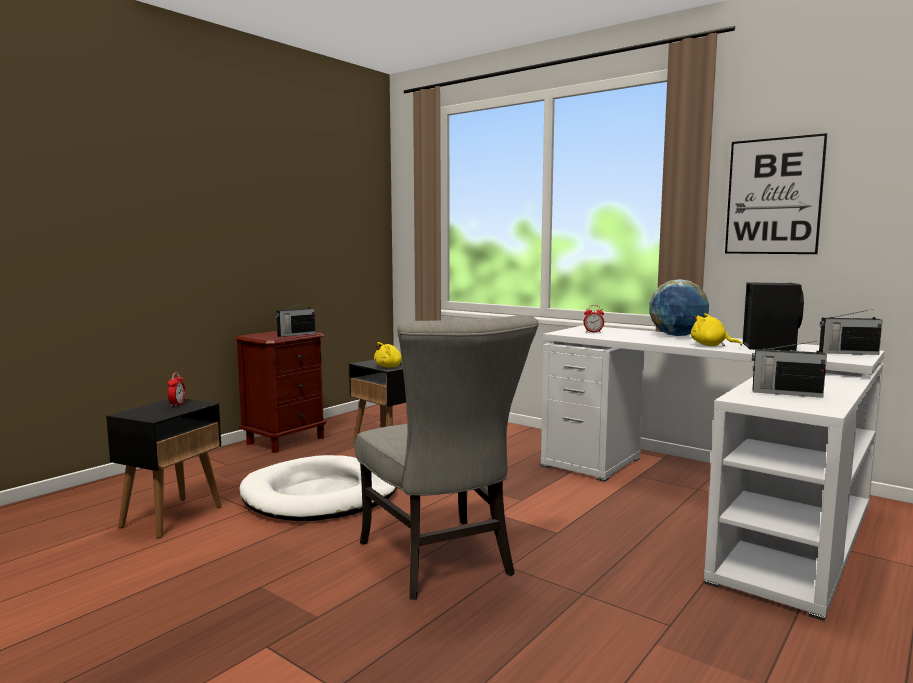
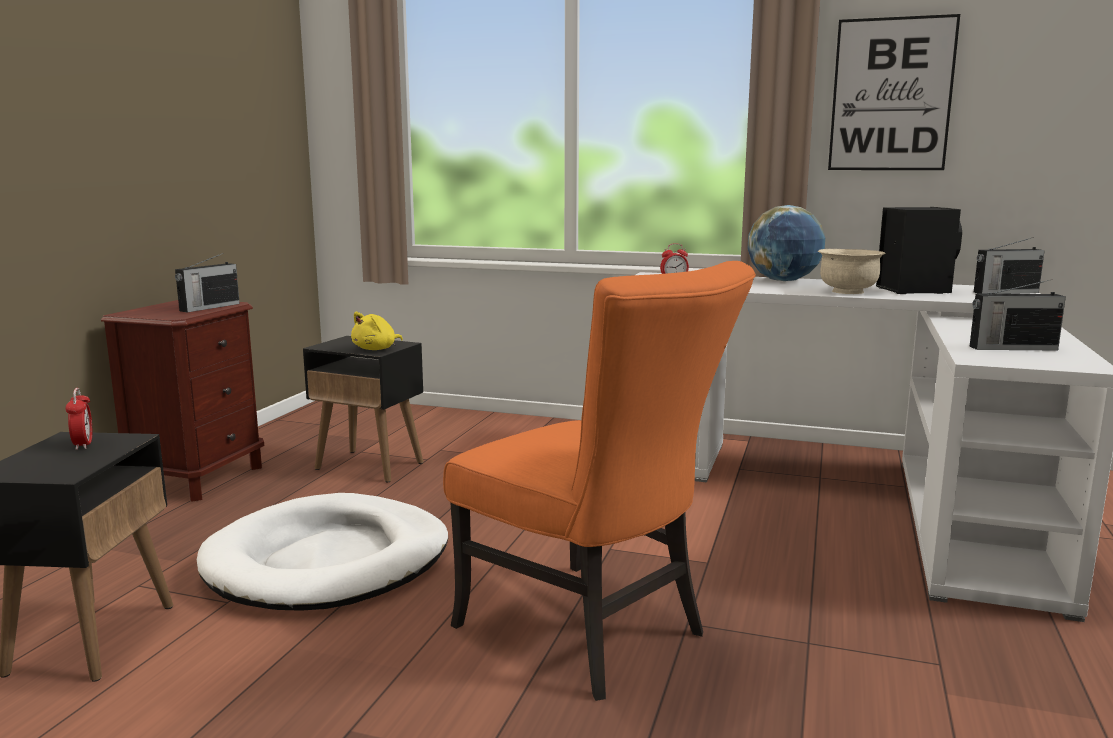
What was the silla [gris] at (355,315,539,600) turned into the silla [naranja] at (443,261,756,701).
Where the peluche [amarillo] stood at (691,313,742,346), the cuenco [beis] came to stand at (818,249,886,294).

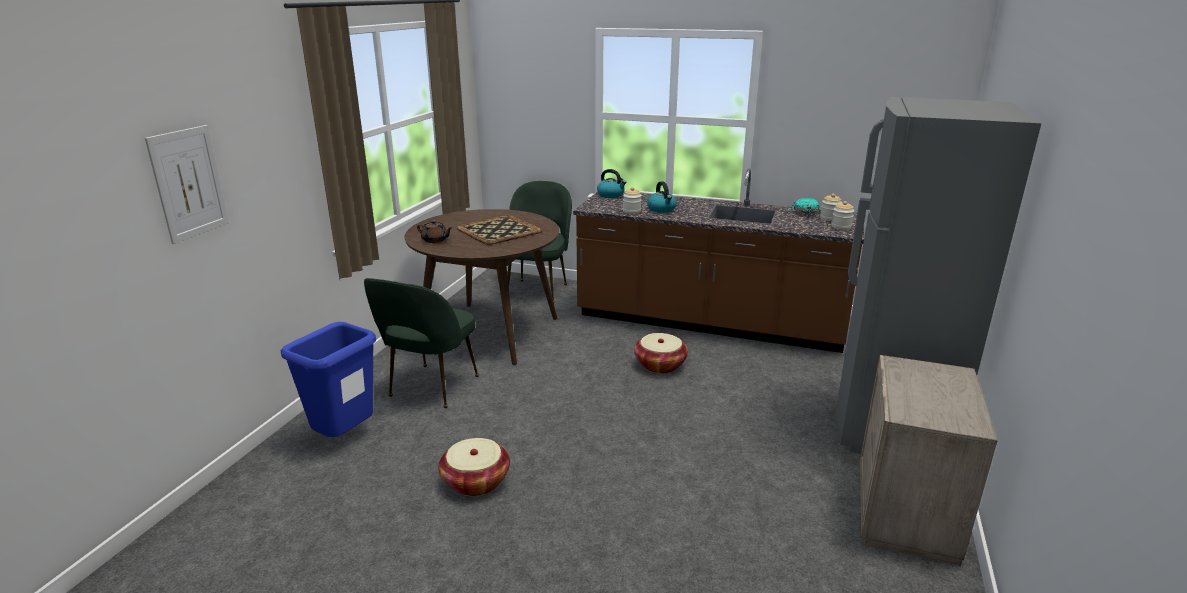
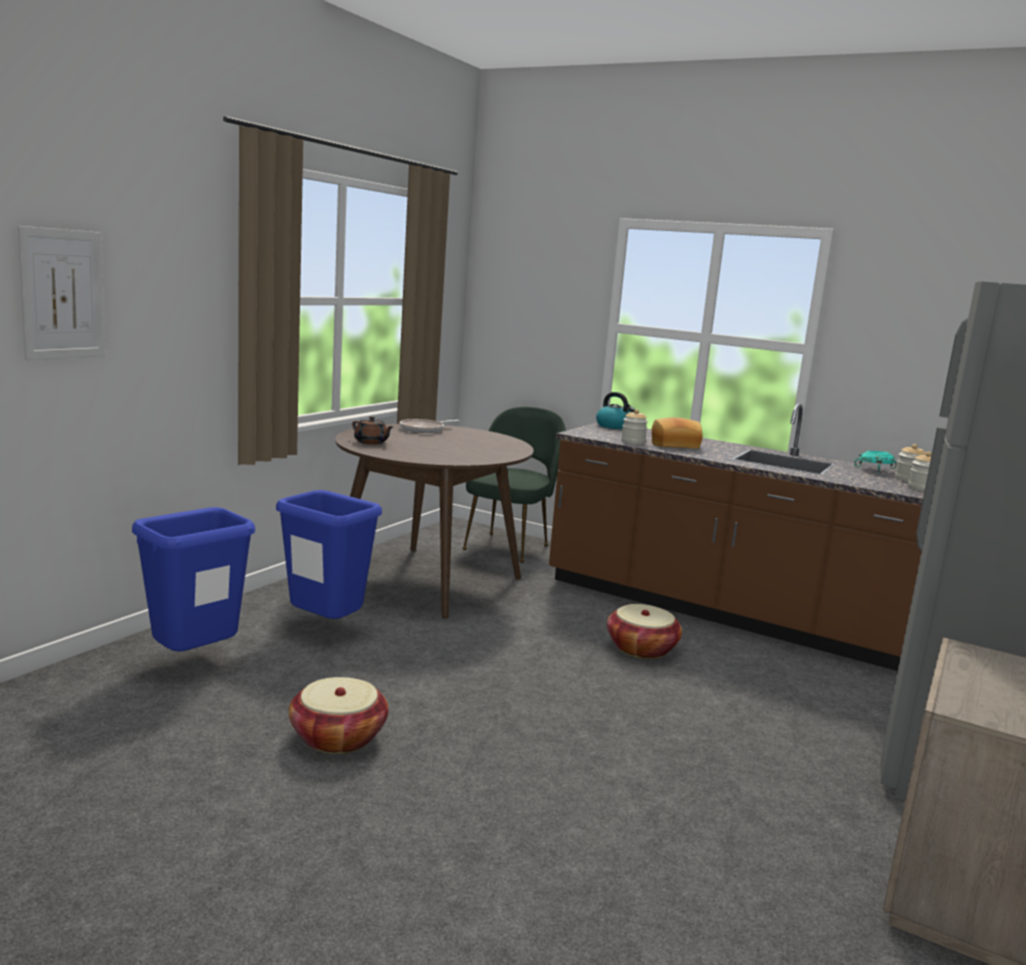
Where the silla [verde] stood at (364,278,479,408), the papelera [azul] came to stand at (276,490,382,619).
The second view gained the sartén at (400,419,460,433).
Where the hervidor stood at (647,181,677,213), the pan came to stand at (651,417,703,449).
The second view lost the bandeja at (456,215,542,245).

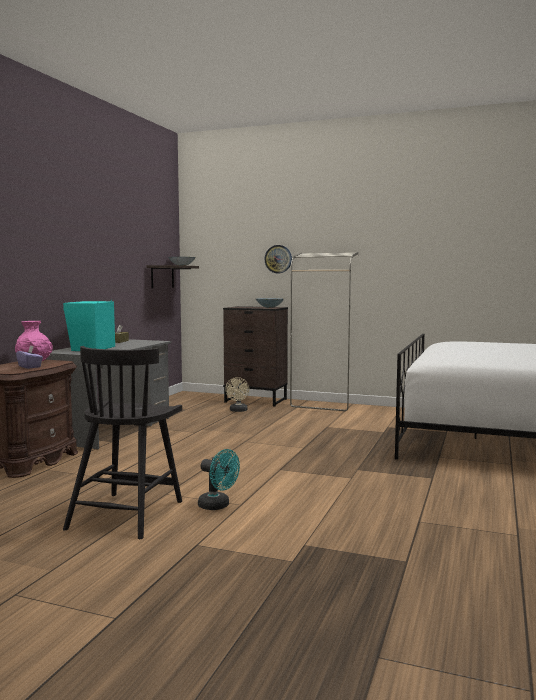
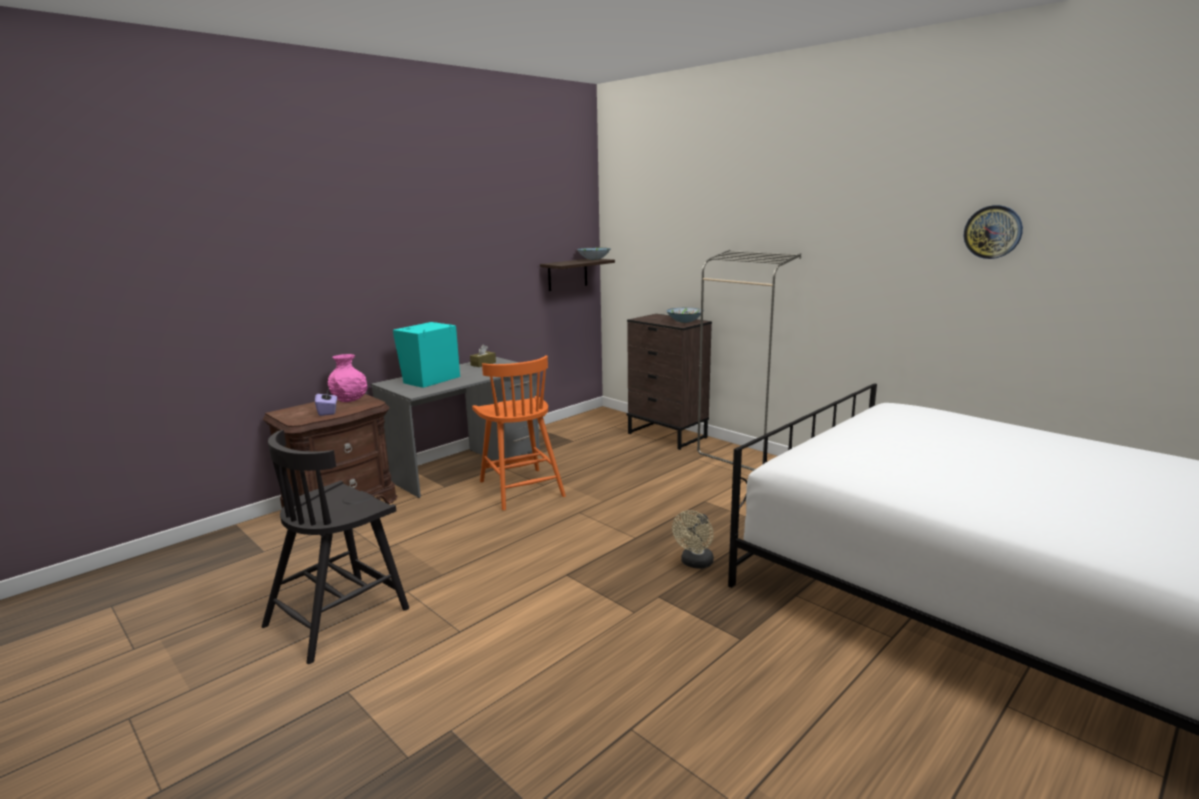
The second view gained the silla [naranja] at (472,355,566,510).
The ventilador [beis] ended up elsewhere, having gone from (225,377,249,412) to (672,510,714,569).
The reloj de pared ended up elsewhere, having gone from (265,245,292,273) to (964,205,1023,259).
The second view lost the ventilador [turquesa] at (198,449,240,510).

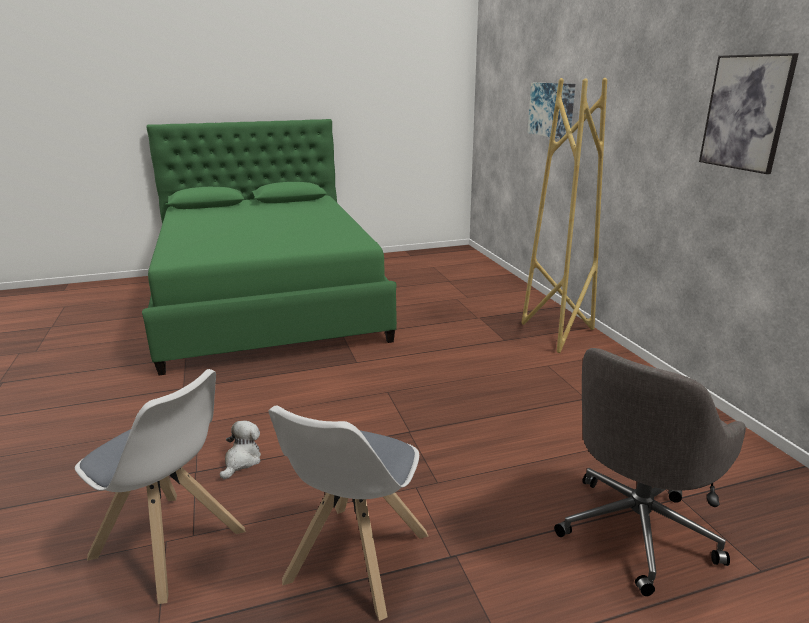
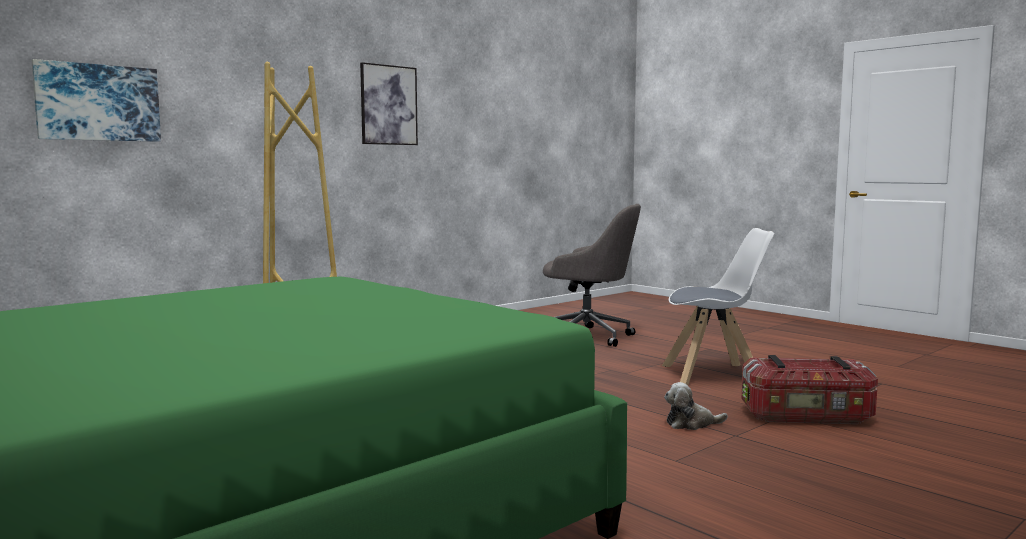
Where the silla stood at (75,369,246,604), the caja de almacenaje came to stand at (741,355,878,424).

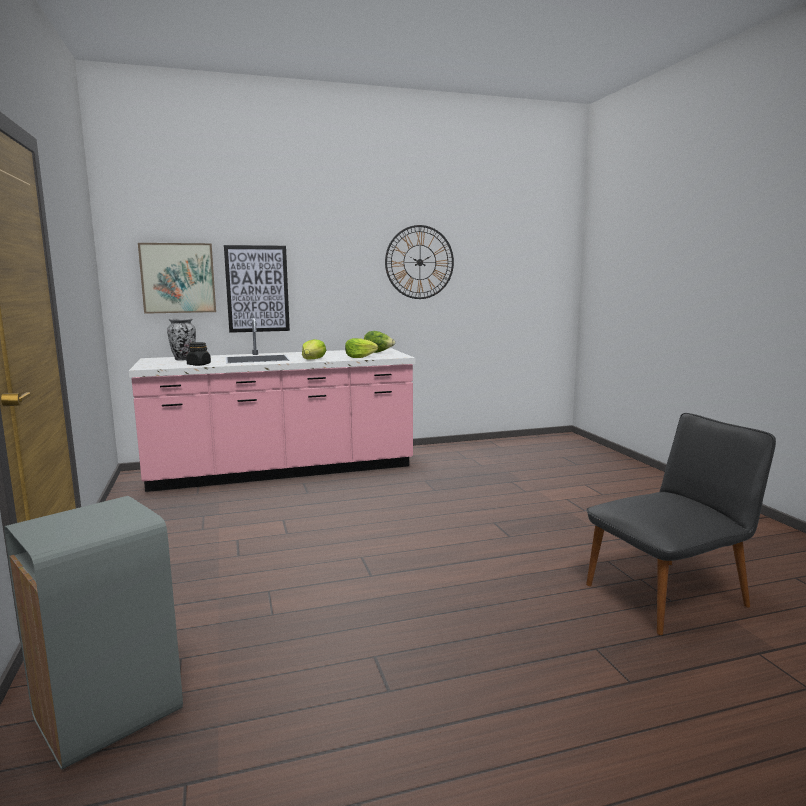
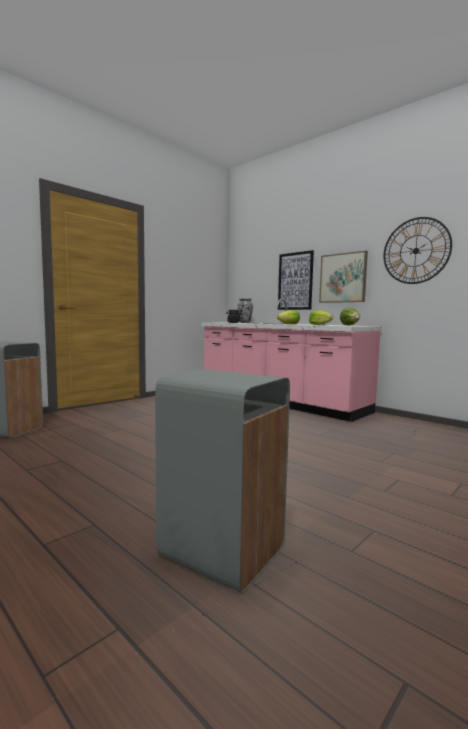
Where the silla [negro] stood at (586,413,776,635), the papelera [gris] came to stand at (155,369,290,593).
The cuadro ended up elsewhere, having gone from (138,243,216,314) to (319,251,368,303).

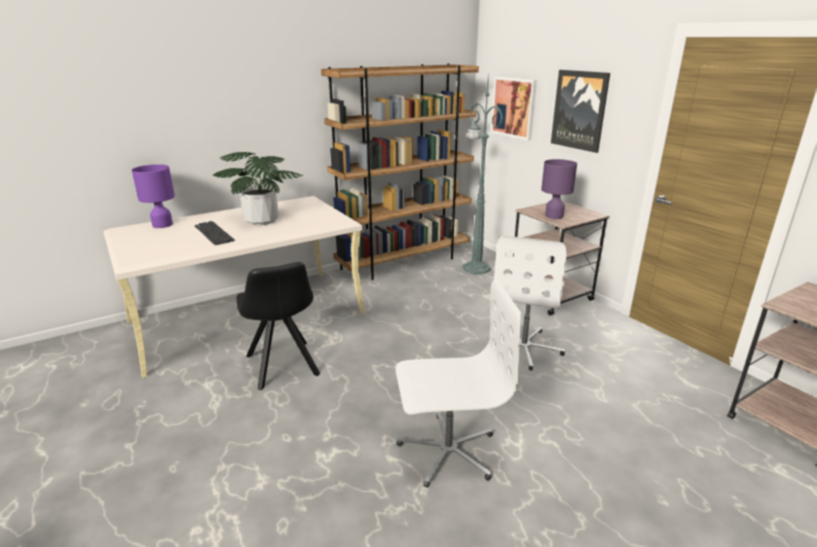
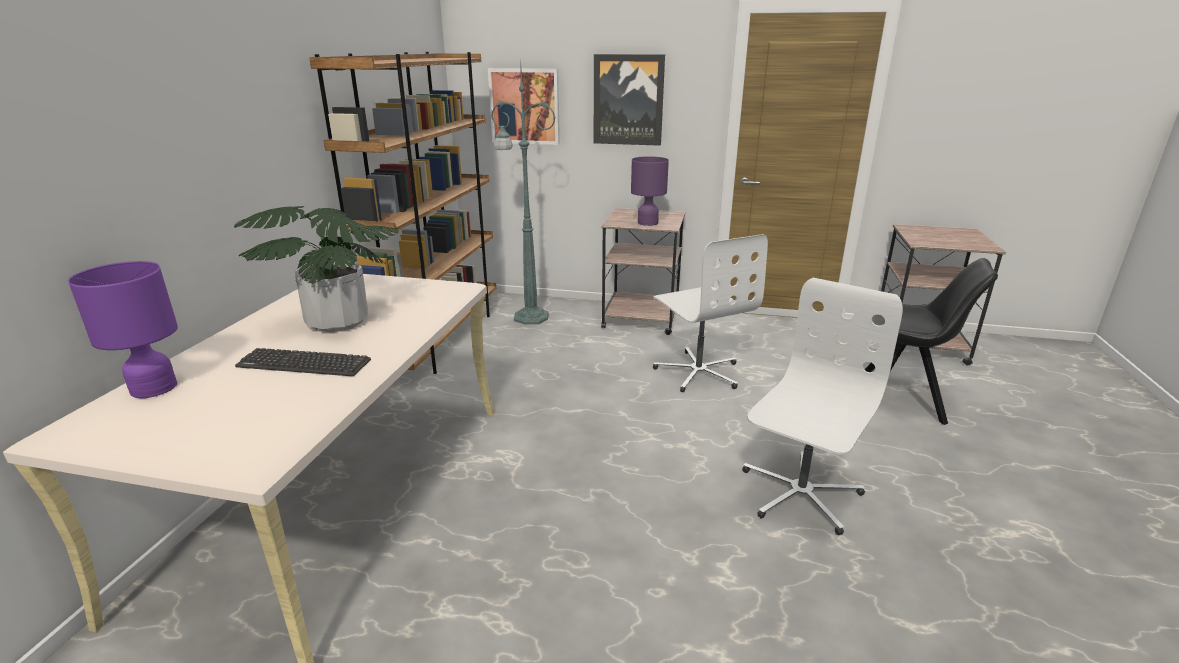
The silla [negro] ended up elsewhere, having gone from (236,262,320,390) to (865,258,998,425).

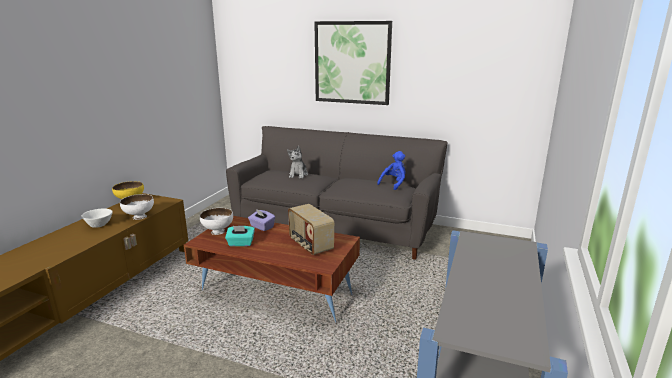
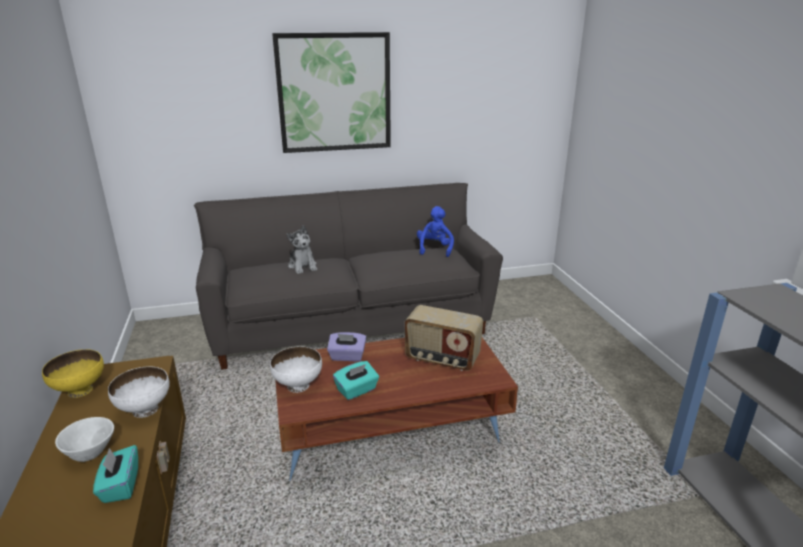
The second view gained the caja de pañuelos [turquesa] at (93,445,138,503).

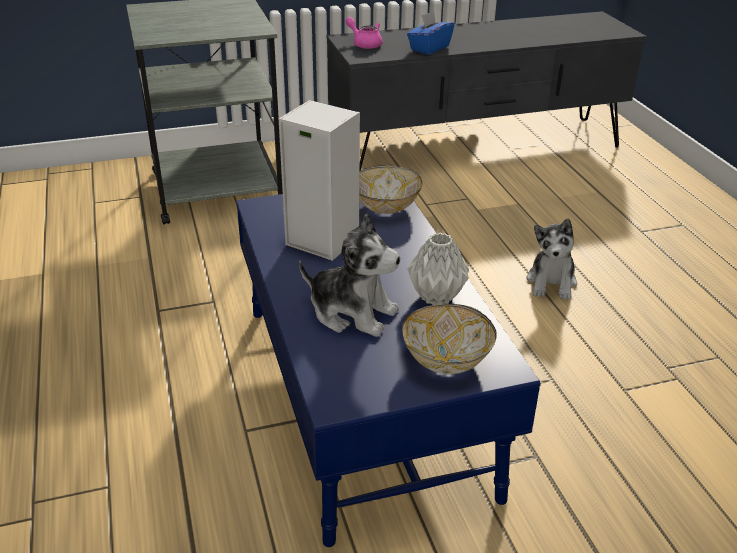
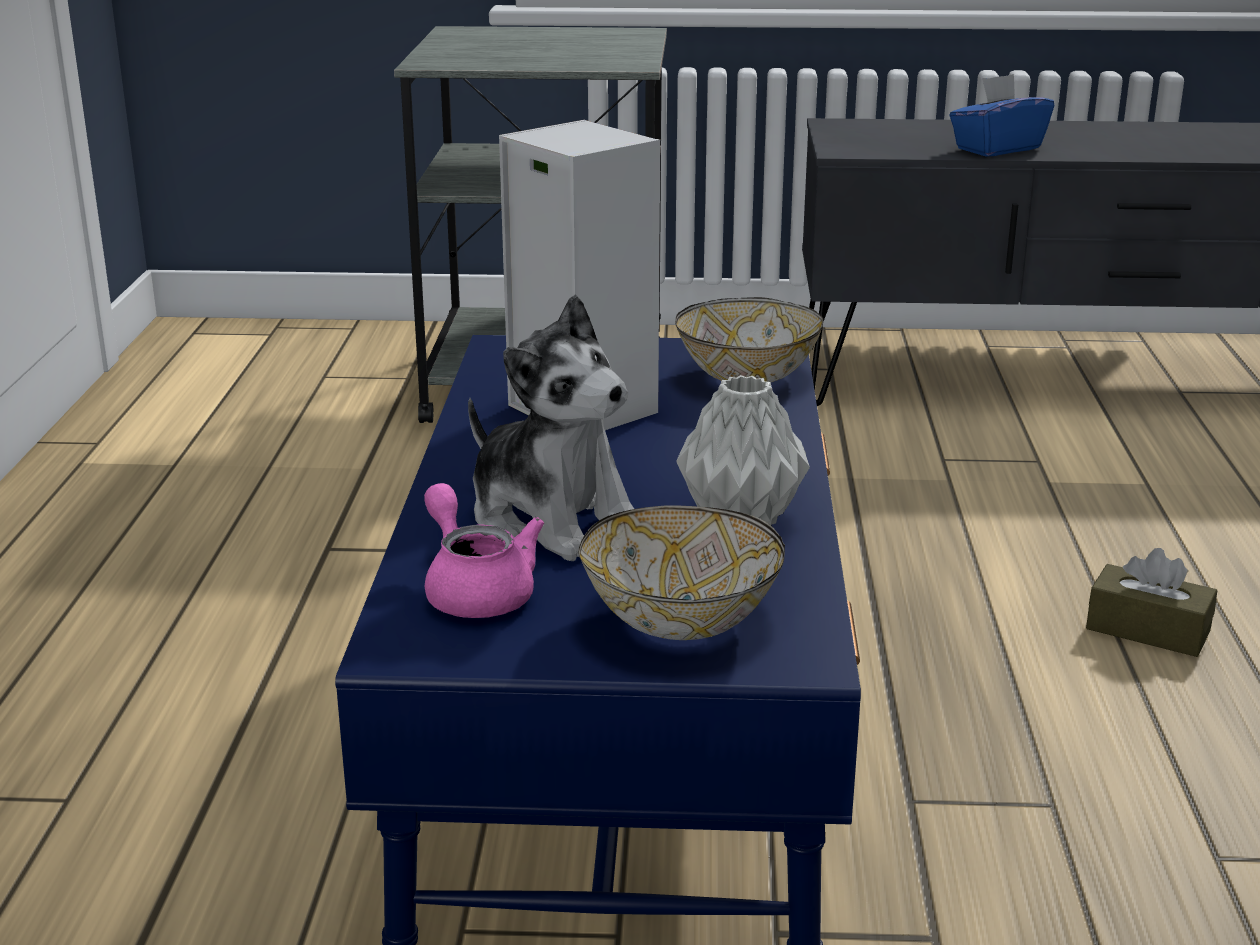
The tetera [rosa] ended up elsewhere, having gone from (345,17,383,49) to (424,483,544,618).
Where the peluche stood at (526,218,577,300), the caja de pañuelos [marrón] came to stand at (1086,548,1217,657).

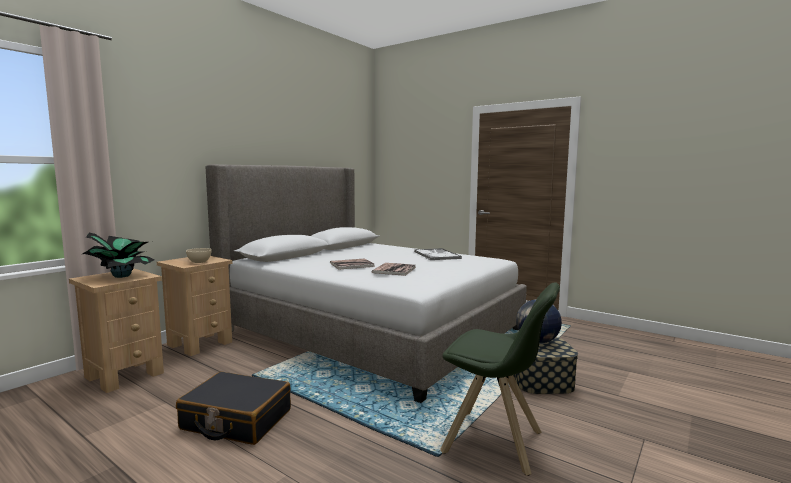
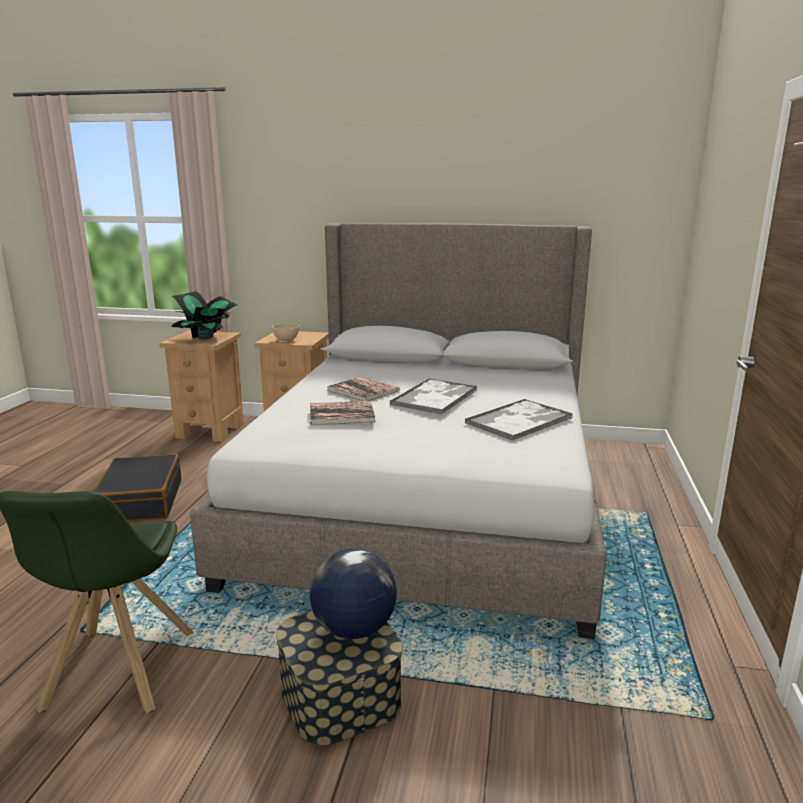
The second view gained the bandeja at (390,378,478,414).

